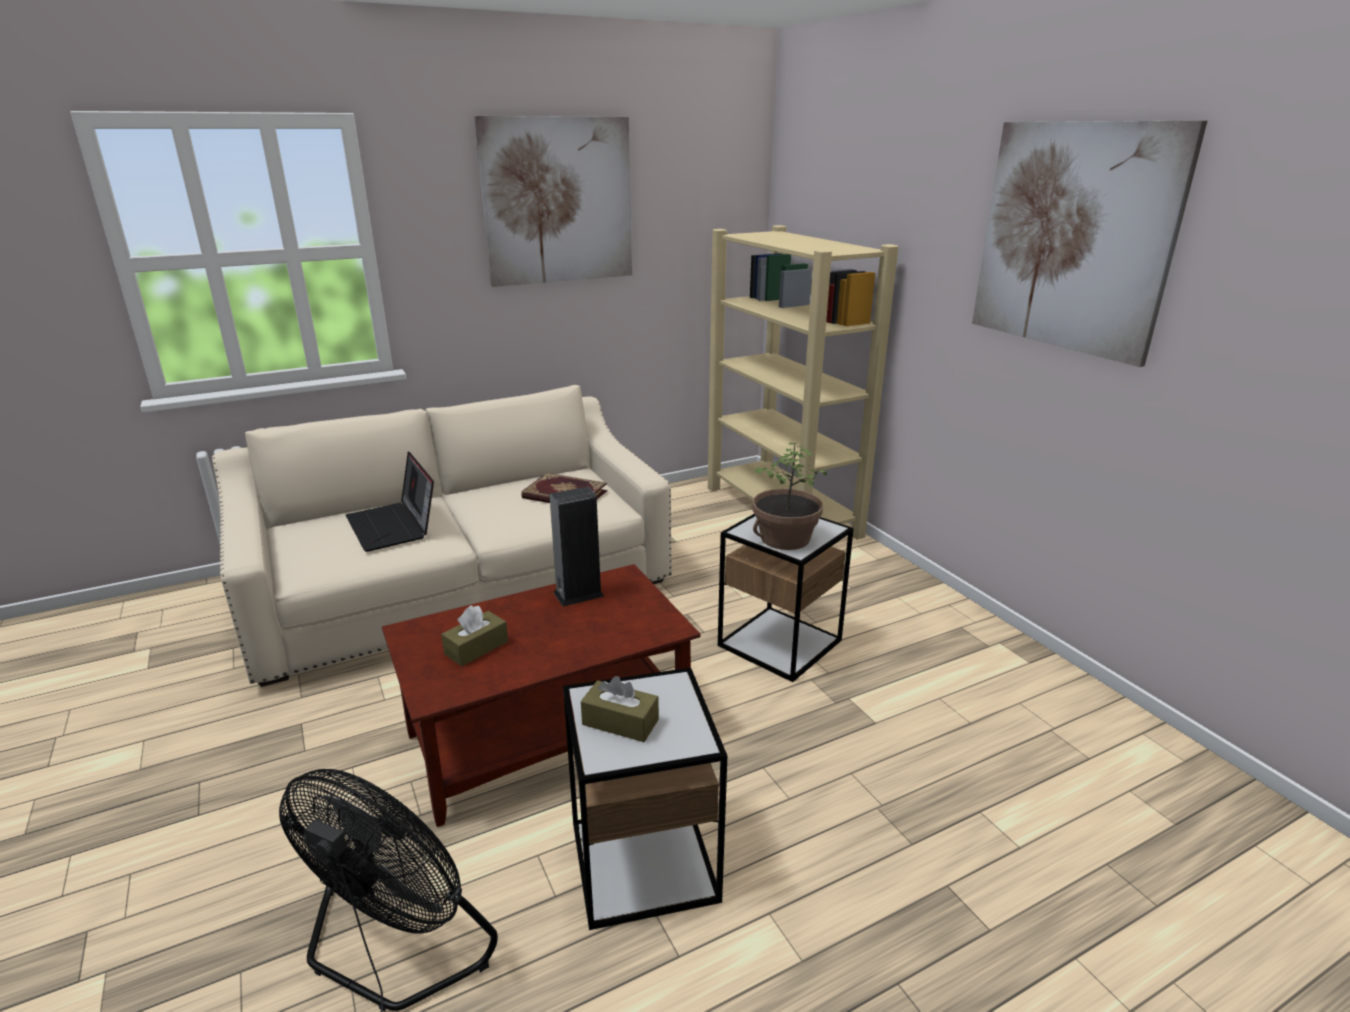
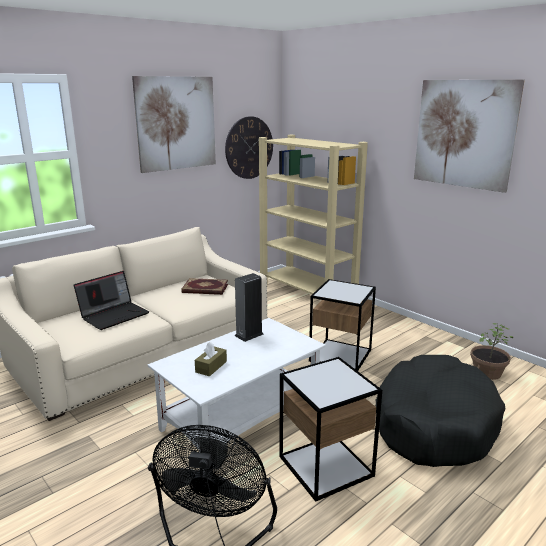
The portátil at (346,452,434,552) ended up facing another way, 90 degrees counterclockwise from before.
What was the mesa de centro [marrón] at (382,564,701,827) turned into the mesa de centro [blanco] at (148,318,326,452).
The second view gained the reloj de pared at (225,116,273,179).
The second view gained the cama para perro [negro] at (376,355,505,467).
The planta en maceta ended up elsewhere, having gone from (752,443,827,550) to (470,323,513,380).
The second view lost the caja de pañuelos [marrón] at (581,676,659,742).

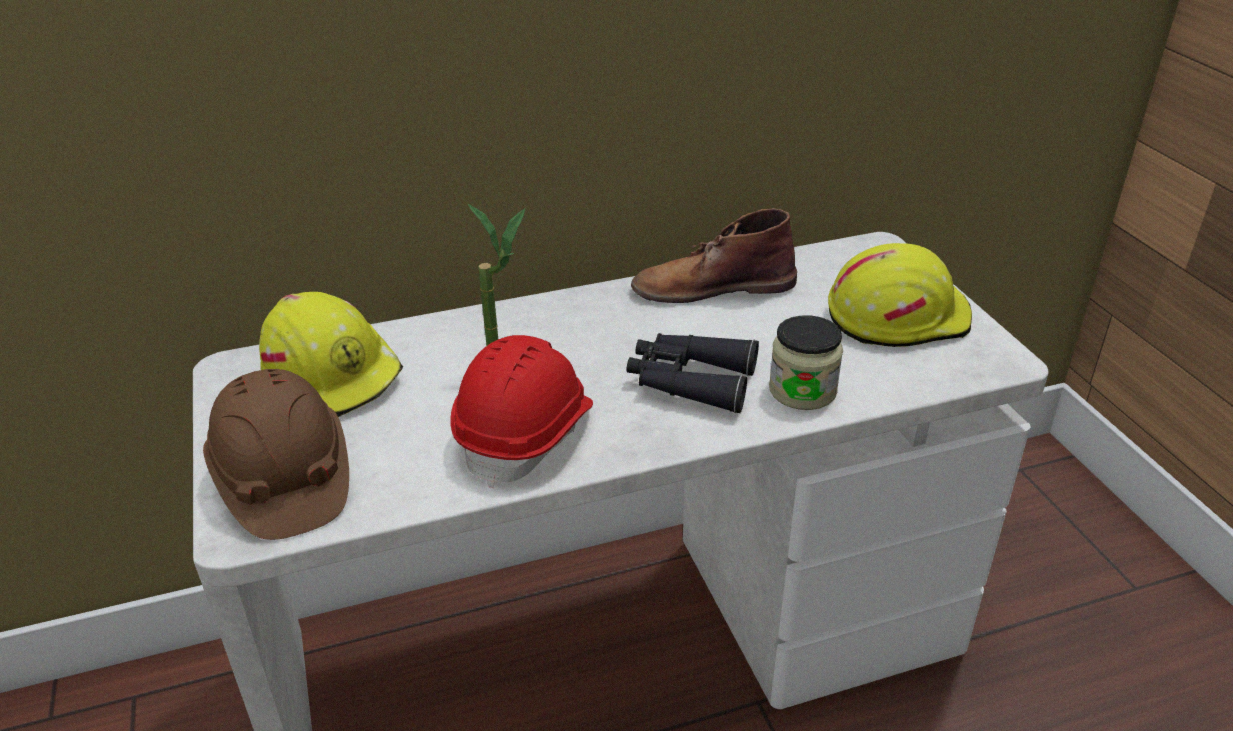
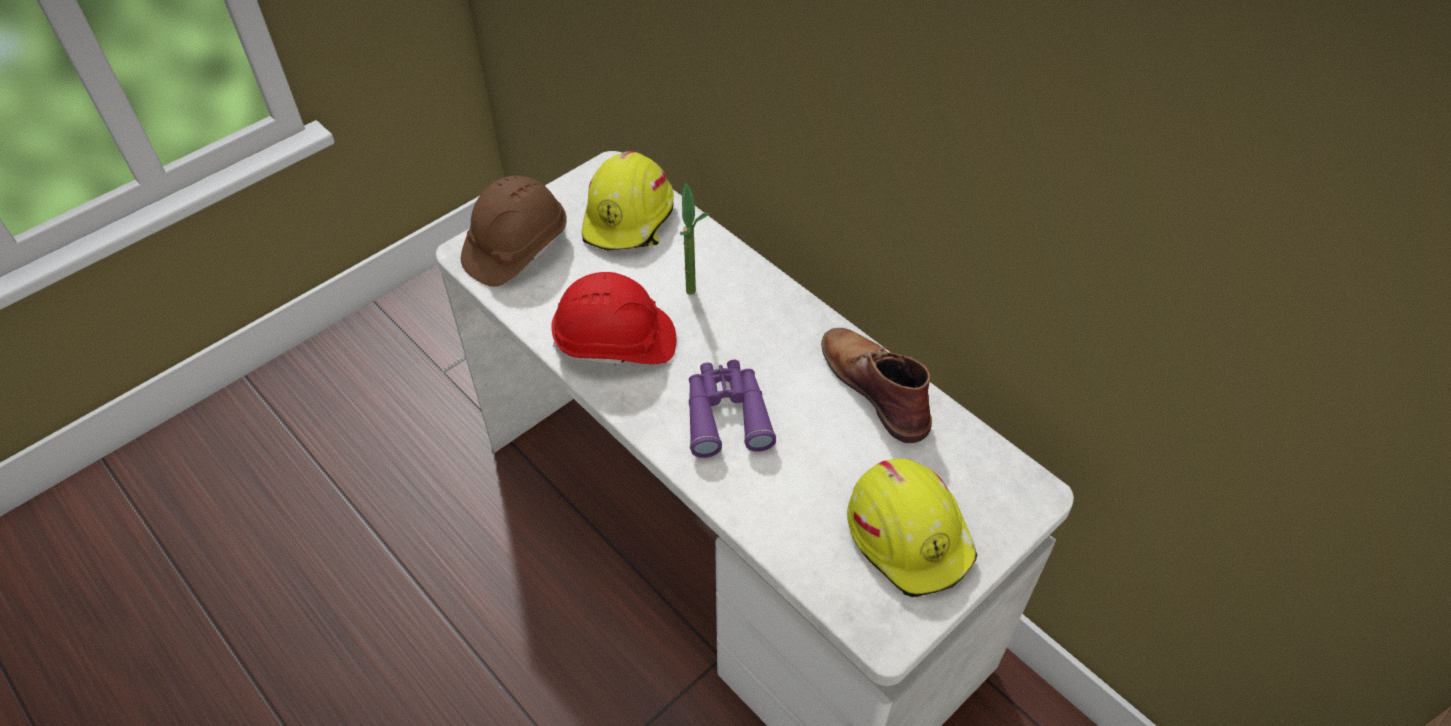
What was the prismáticos [negro] at (627,333,759,413) turned into the prismáticos [morado] at (689,360,776,458).
The second view lost the tarro at (769,315,843,410).

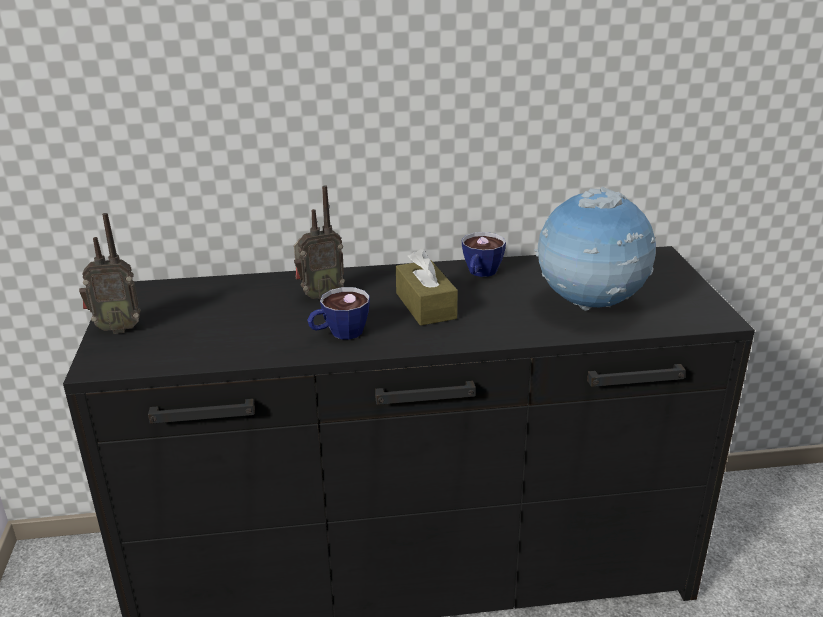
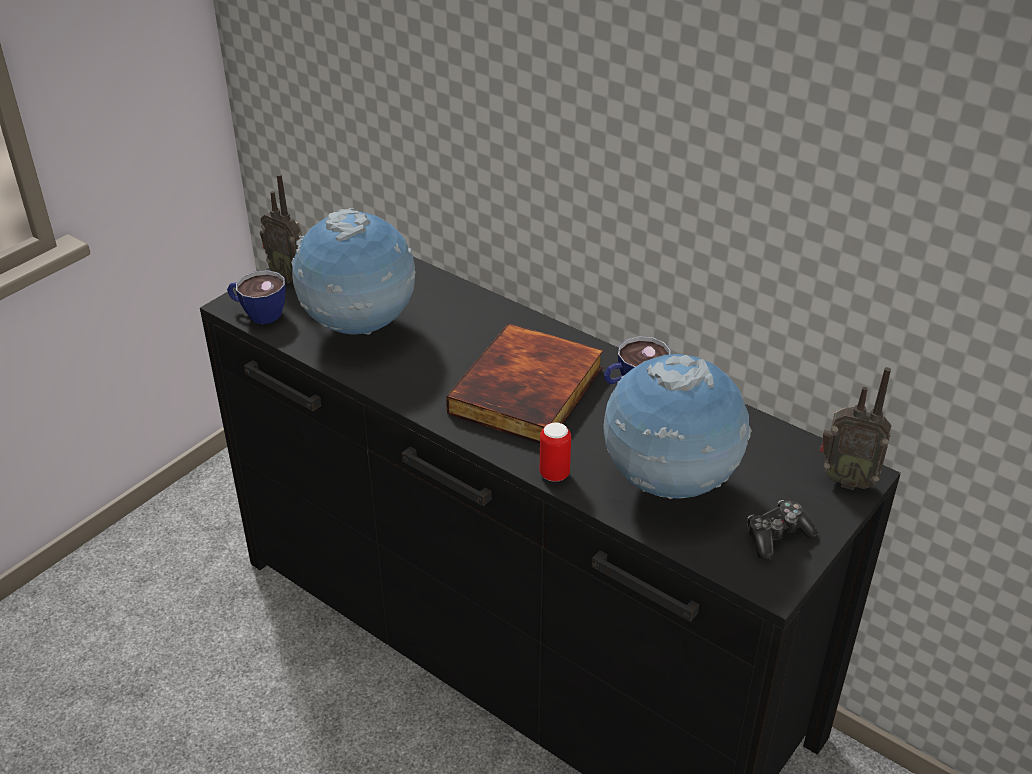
The taza ended up elsewhere, having gone from (307,287,370,340) to (227,270,285,324).
The second view gained the globo terráqueo at (291,208,416,335).
Where the caja de pañuelos [marrón] stood at (396,249,458,326), the libro came to stand at (446,323,603,443).
The second view gained the lata at (540,422,571,482).
The second view gained the mando de consola at (747,500,818,560).
The radio ended up elsewhere, having gone from (294,186,345,300) to (819,367,892,490).

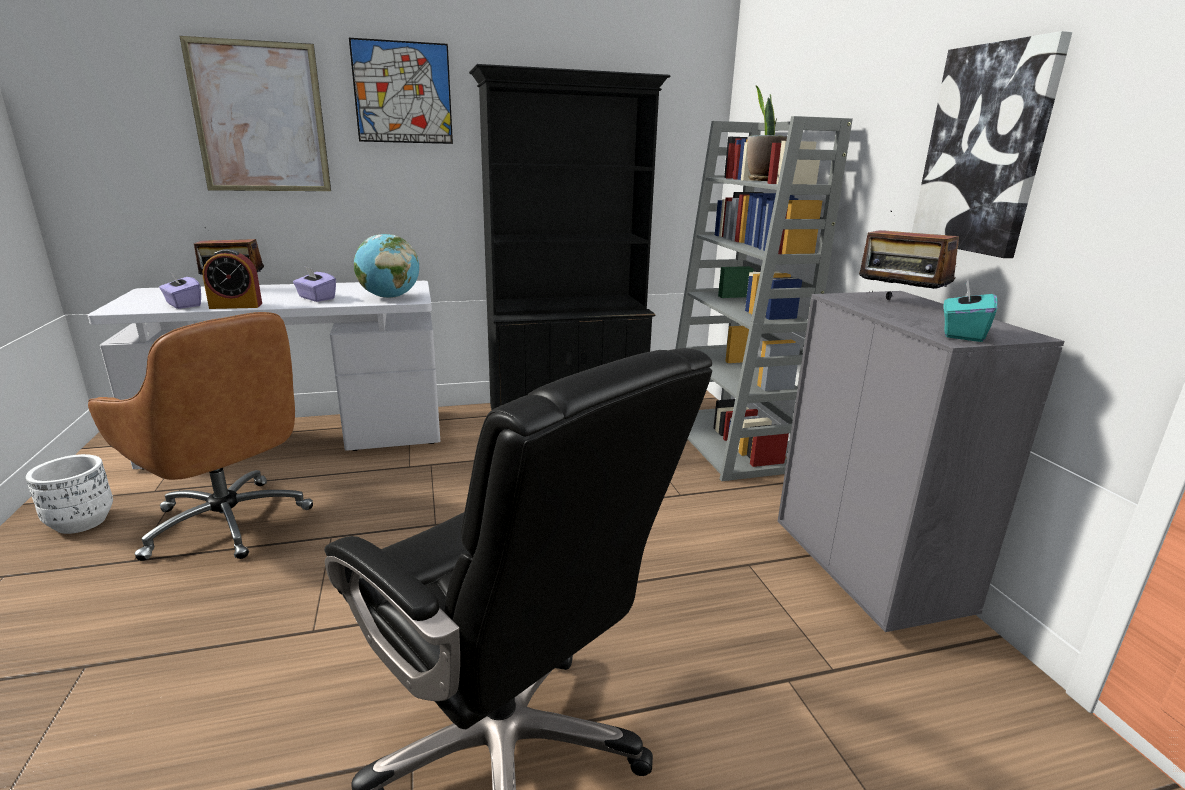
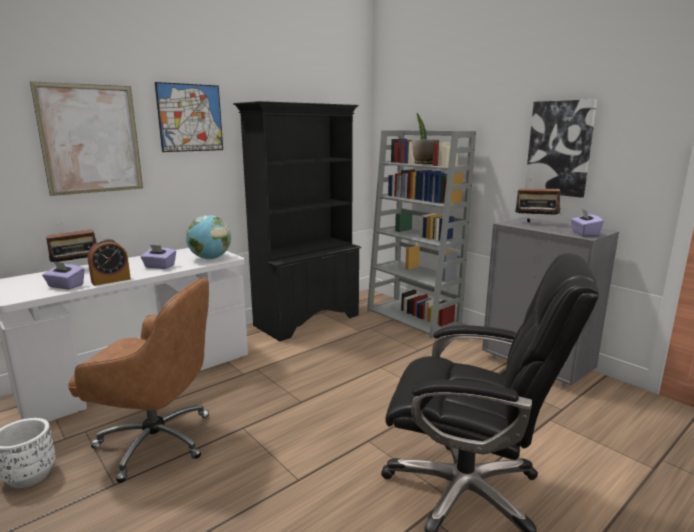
What was the caja de pañuelos [turquesa] at (944,280,998,342) turned into the caja de pañuelos [morado] at (571,209,604,237).

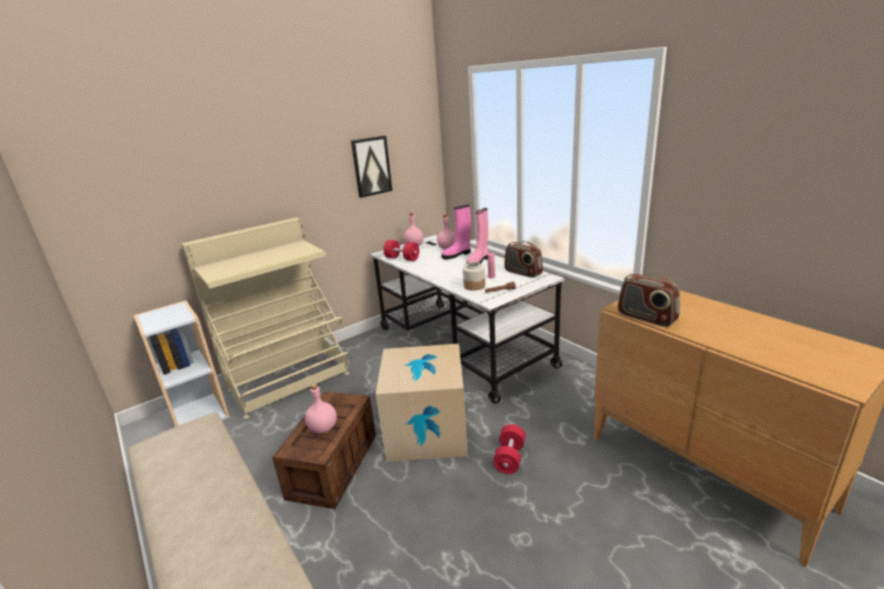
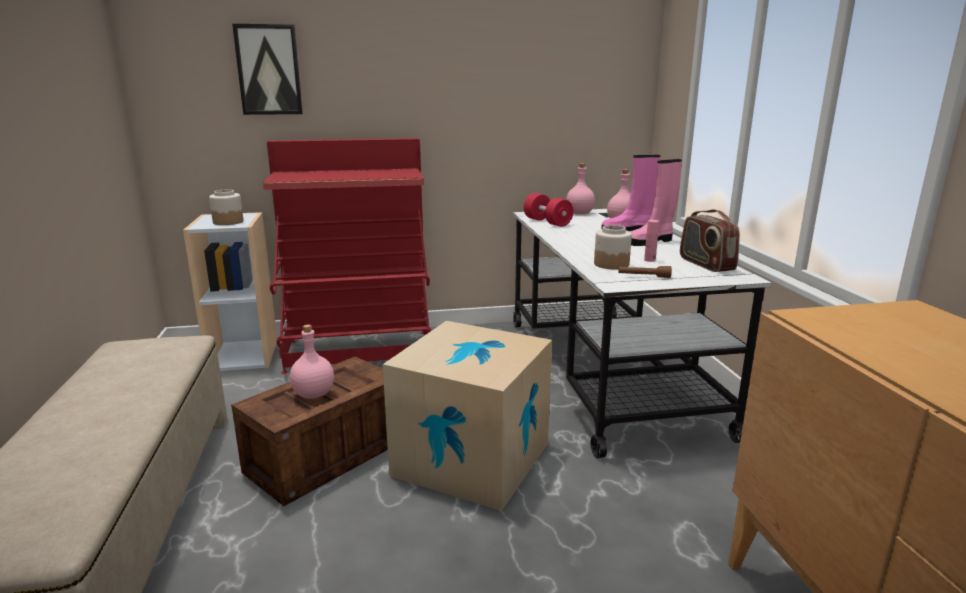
The second view gained the tarro at (209,189,243,225).
The cuadro ended up elsewhere, having gone from (351,136,392,198) to (232,24,303,115).
What was the zapatero [beis] at (181,217,350,419) turned into the zapatero [rojo] at (263,138,431,374).
The second view lost the mancuerna [rojo] at (493,424,525,474).
The second view lost the radio at (618,274,680,327).

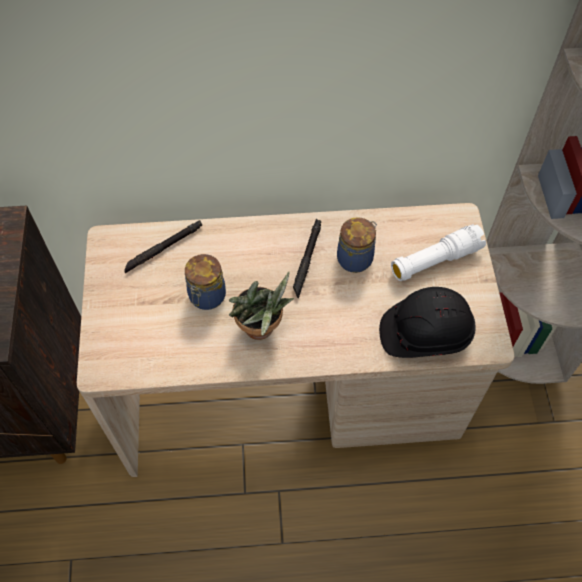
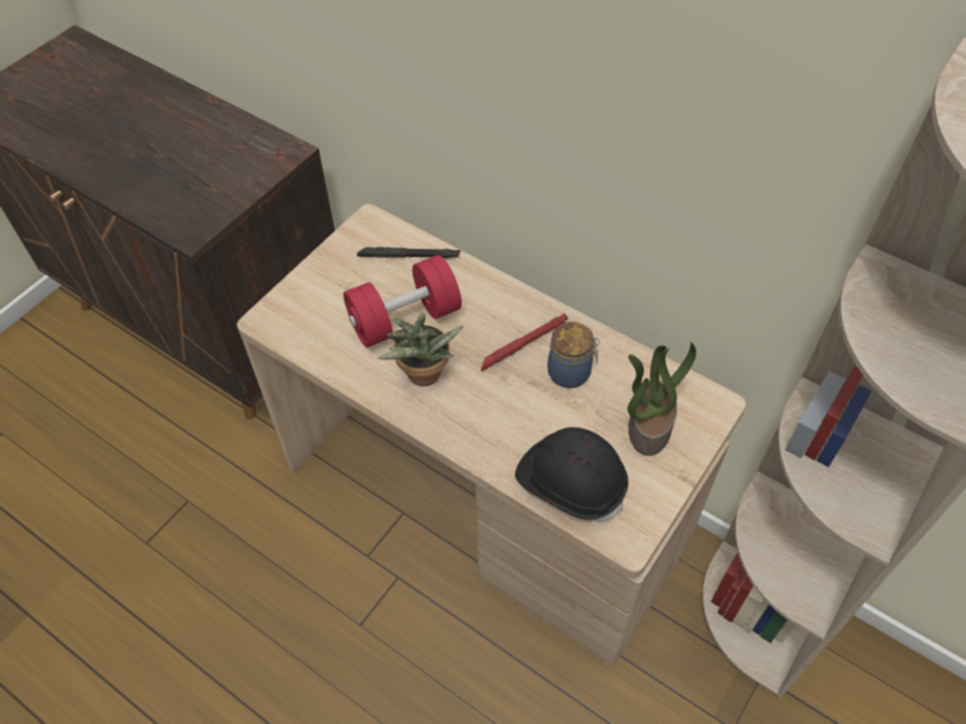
Where the tarro stood at (185,254,226,310), the mancuerna [rojo] came to stand at (343,255,462,348).
What was the linterna [negro] at (293,219,321,298) turned into the linterna [rojo] at (481,313,568,372).
Where the linterna [blanco] stood at (391,224,486,281), the planta en maceta came to stand at (628,342,696,456).

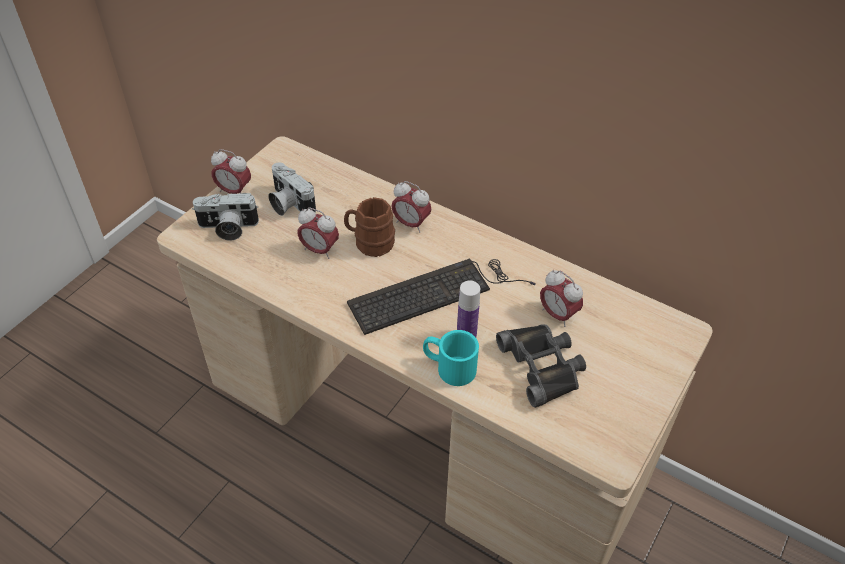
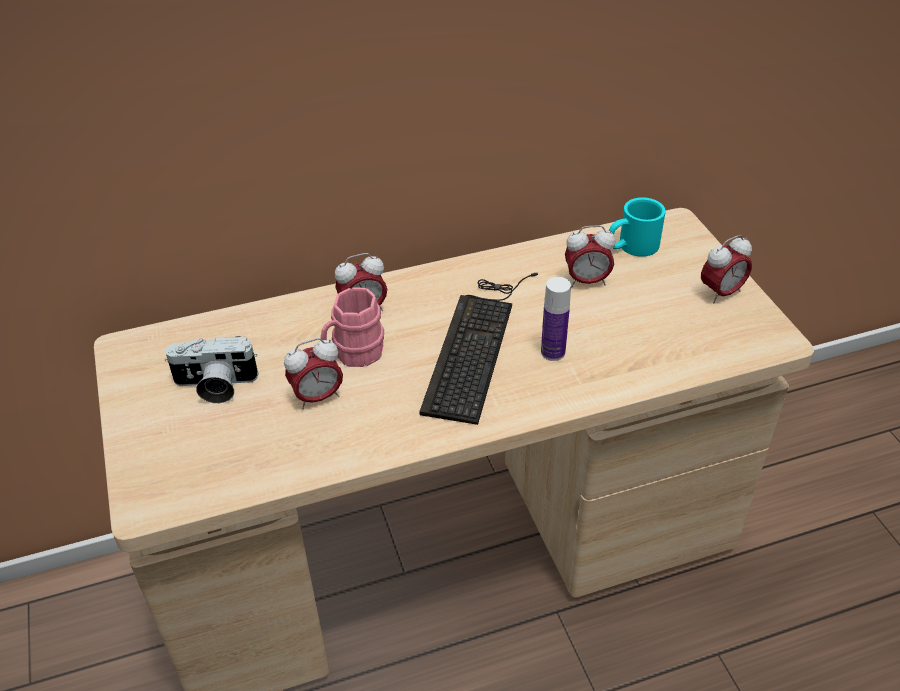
What was the taza grande [marrón] at (344,197,395,257) turned into the taza grande [rosa] at (321,287,384,367).
The taza grande [turquesa] ended up elsewhere, having gone from (423,330,479,386) to (609,197,666,257).
The despertador ended up elsewhere, having gone from (211,149,251,194) to (701,235,752,304).
The second view lost the cámara at (192,193,259,241).
The second view lost the prismáticos [negro] at (496,324,586,408).

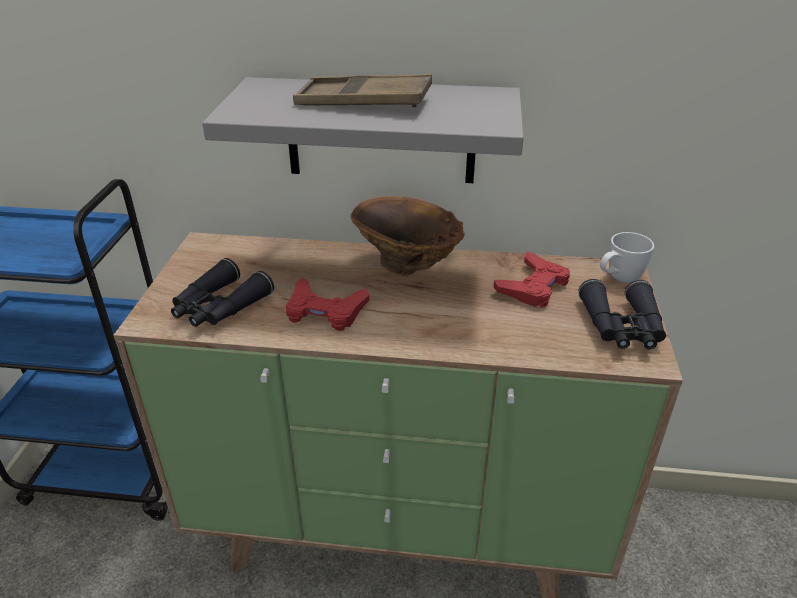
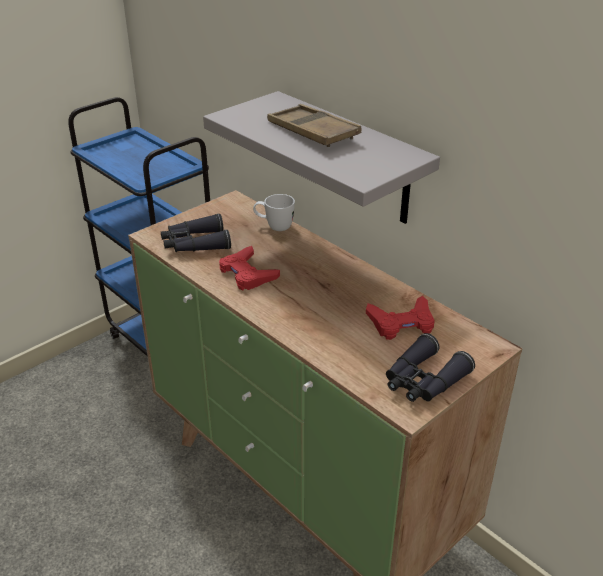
The taza grande [blanco] ended up elsewhere, having gone from (600,232,654,283) to (253,194,295,231).
The second view lost the florero [marrón] at (351,196,465,276).

